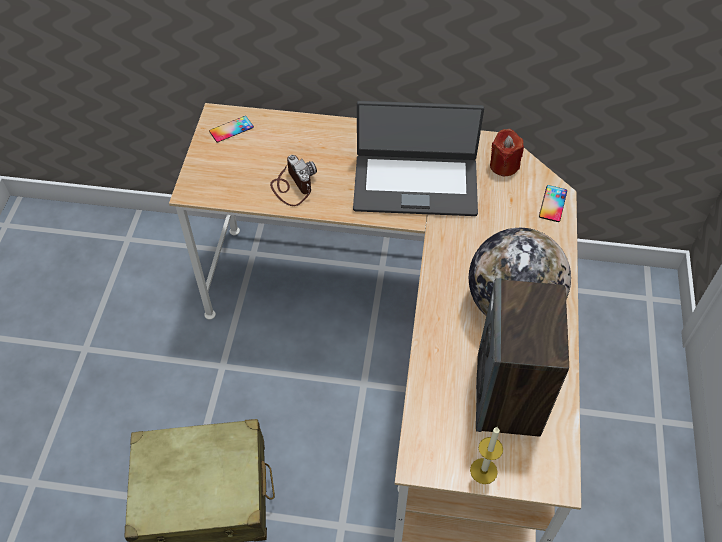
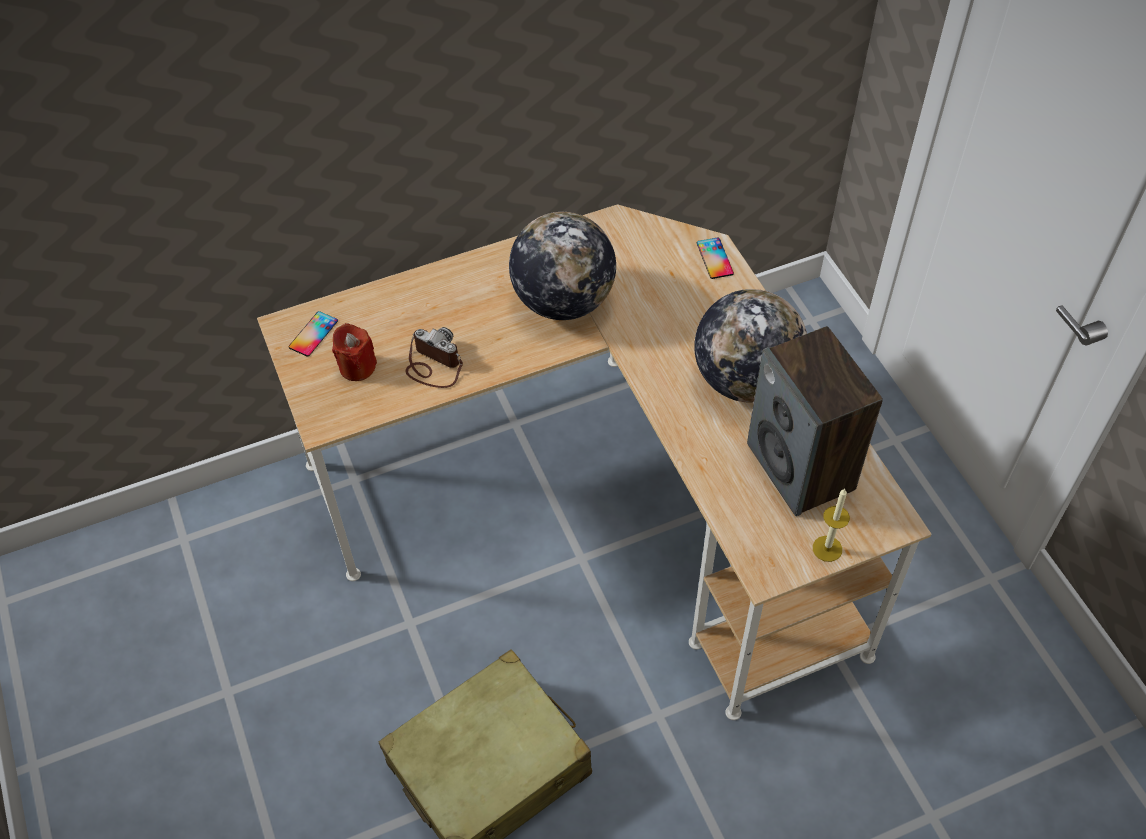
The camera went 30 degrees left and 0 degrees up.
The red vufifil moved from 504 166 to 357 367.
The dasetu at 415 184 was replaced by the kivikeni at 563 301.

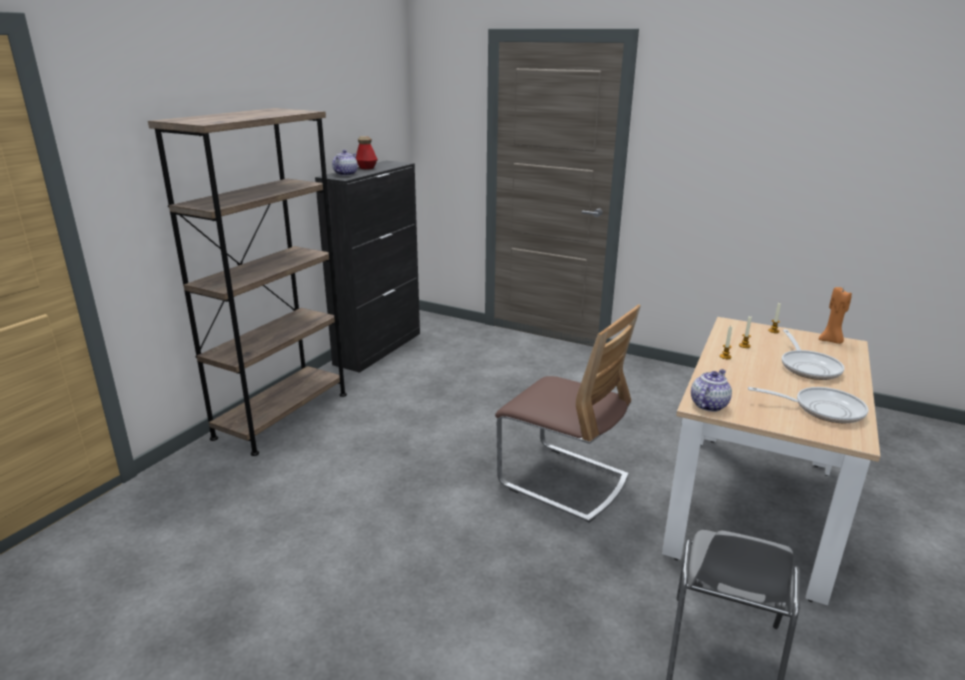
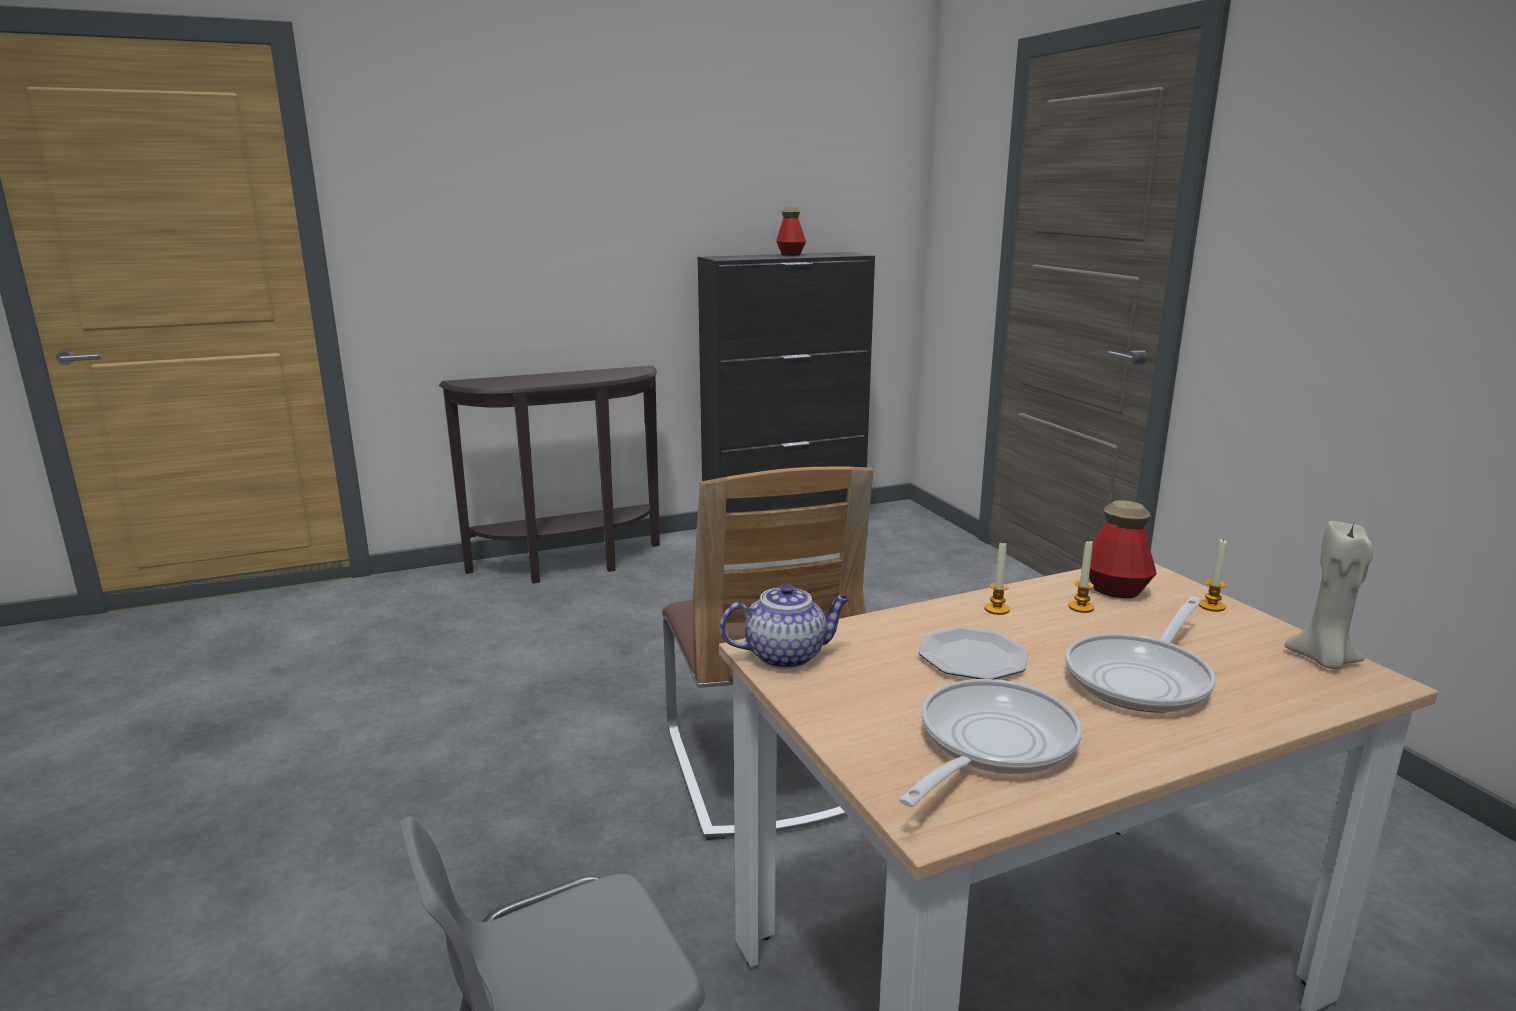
The camera went 40 degrees right and 5 degrees down.
The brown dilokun at 282 415 was replaced by the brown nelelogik at 570 566.
The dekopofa at 822 409 turned 105 degrees counterclockwise.
The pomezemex at 974 658 appeared.
The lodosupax at 1115 590 appeared.
The orange vufifil at 831 341 became the beige vufifil at 1323 660.
The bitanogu at 346 174 disappeared.

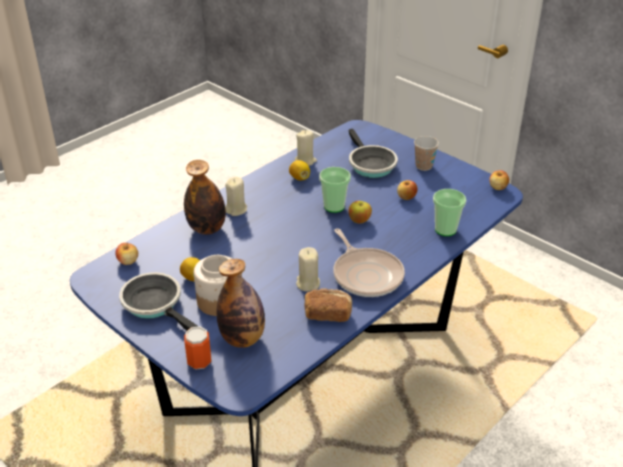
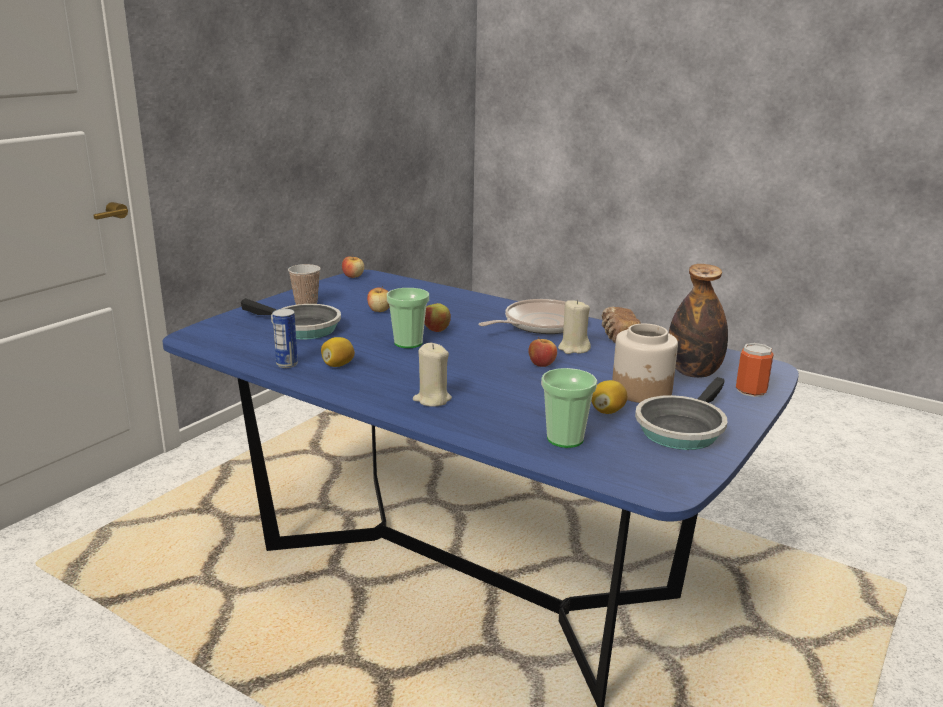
The camera went 100 degrees left and 15 degrees down.
The dekopofa at 370 164 turned 60 degrees clockwise.
The beige vufifil at 305 160 was replaced by the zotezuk at 287 364.
The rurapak moved from 128 261 to 541 364.
The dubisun moved from 445 229 to 565 439.
The lodosupax at 207 229 disappeared.

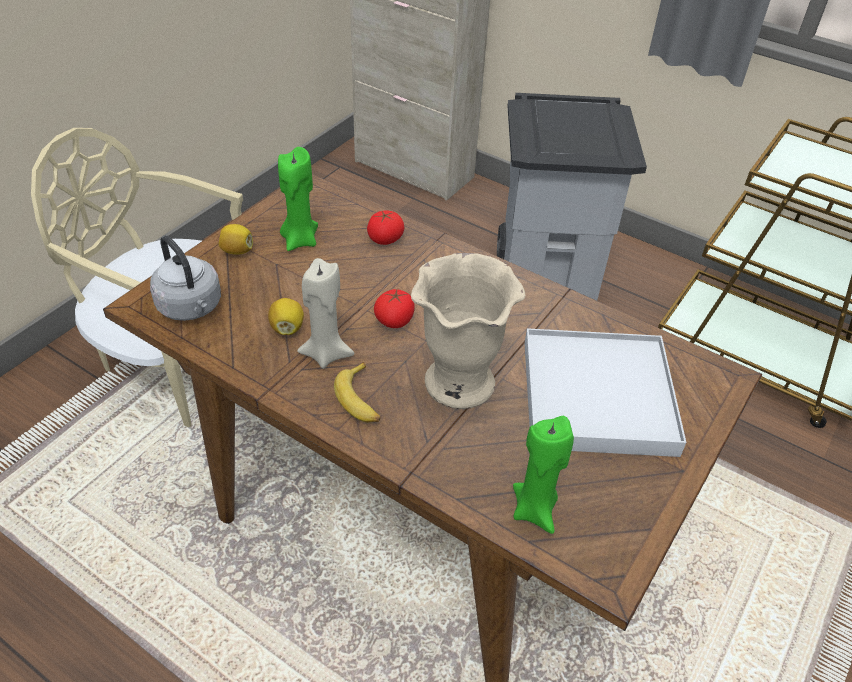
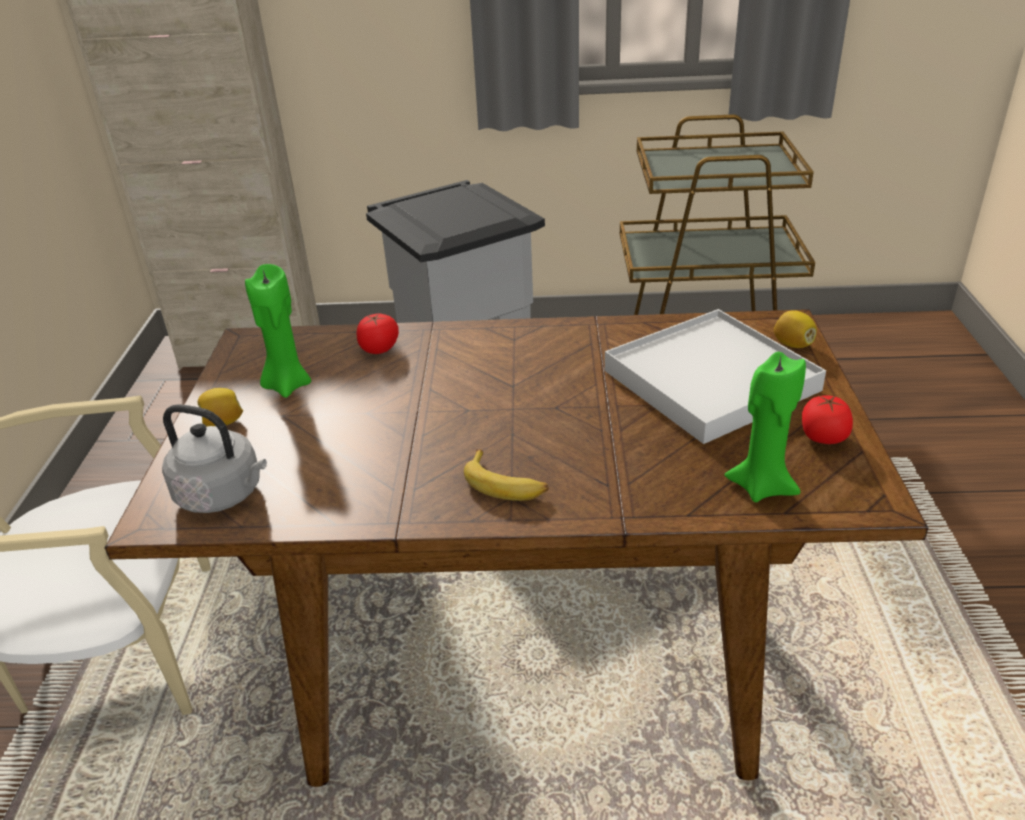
The camera went 30 degrees left and 10 degrees down.
The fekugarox moved from 287 328 to 792 344.
The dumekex moved from 394 320 to 823 437.
The beige vufifil at 326 353 disappeared.
The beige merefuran at 458 383 disappeared.

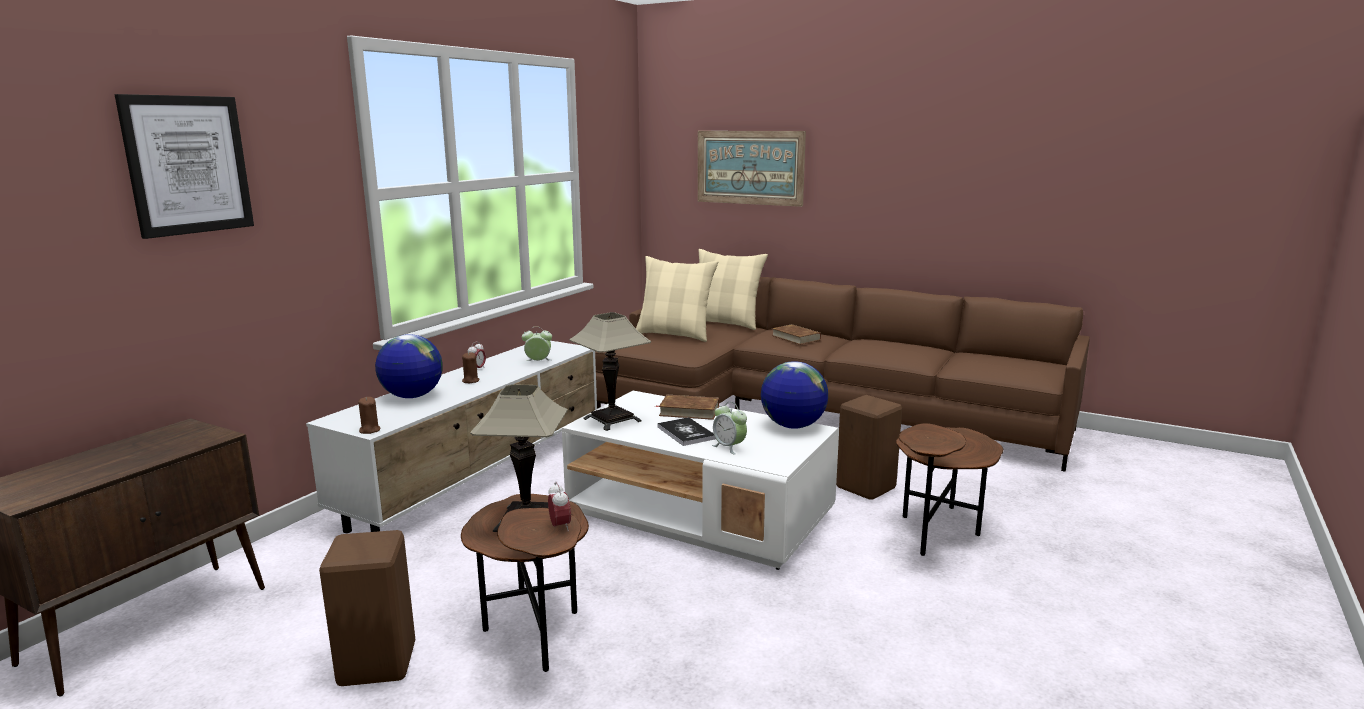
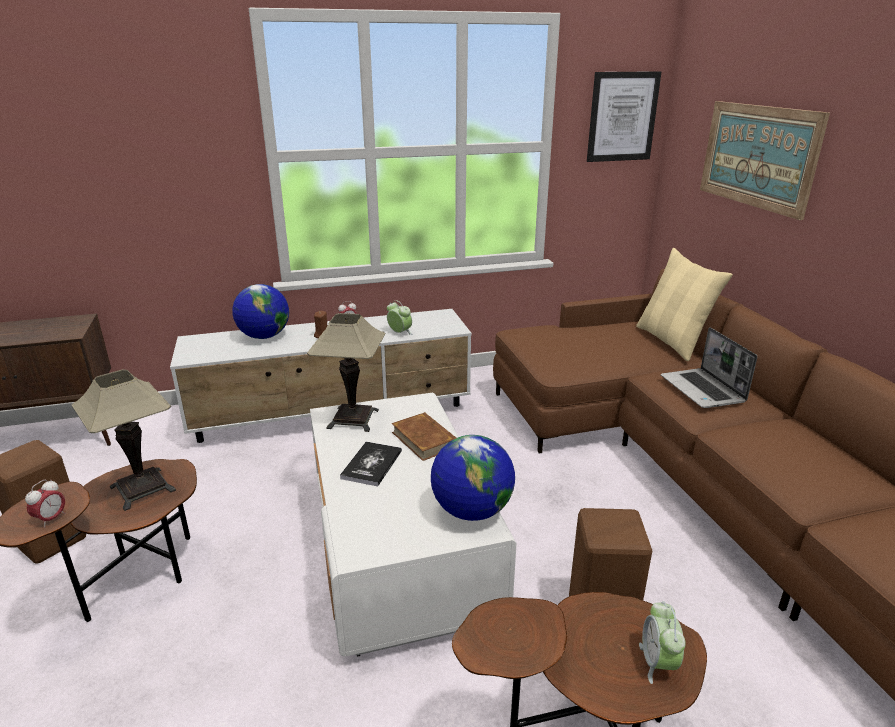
The camera went 45 degrees right and 10 degrees up.
The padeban moved from 188 165 to 622 117.
The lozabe moved from 729 447 to 657 663.
The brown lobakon at 795 337 was replaced by the dasetu at 703 390.
The brown vufifil at 369 430 disappeared.
The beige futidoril at 675 335 disappeared.

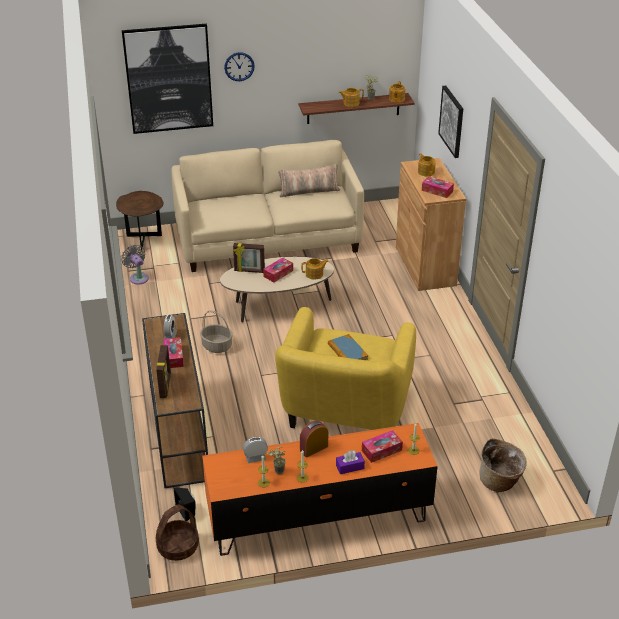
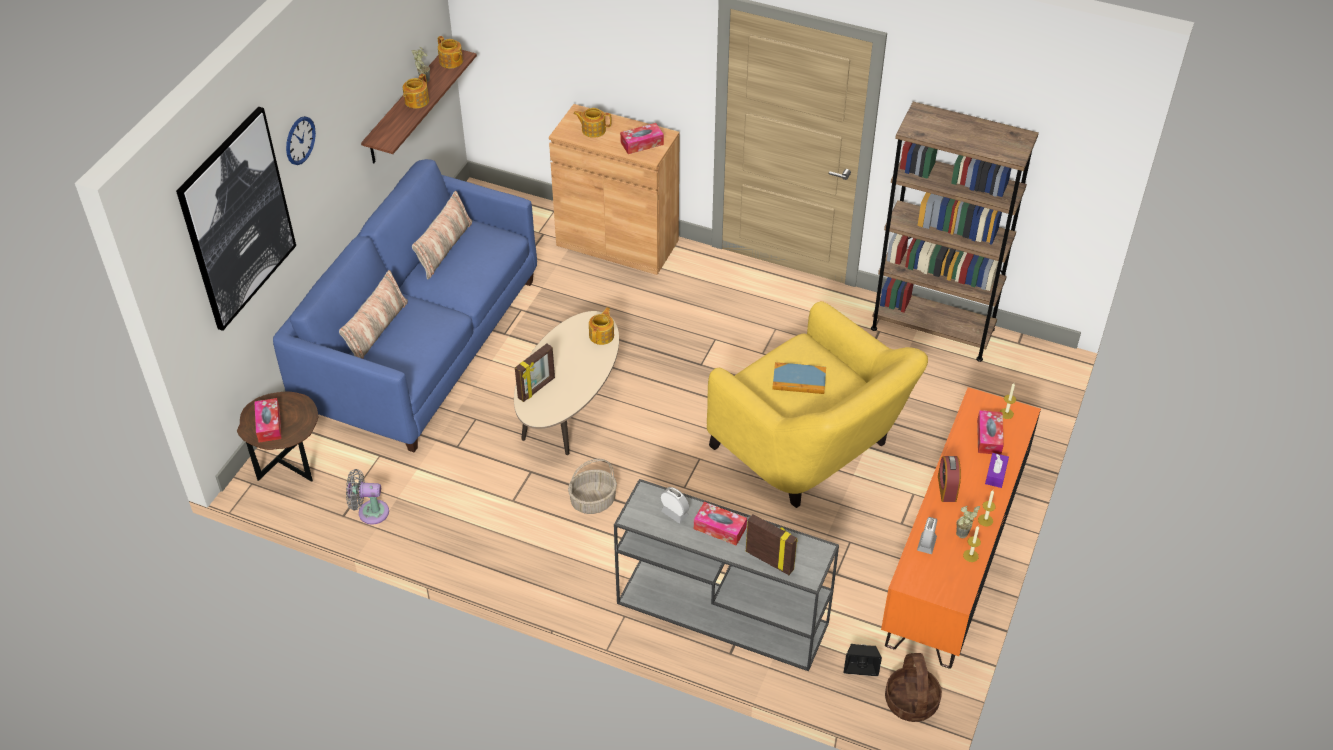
The camera went 55 degrees left and 10 degrees up.
The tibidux moved from 278 273 to 269 424.
The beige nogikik at 268 239 became the blue nogikik at 420 345.
The futidoril at 376 330 appeared.
The brown nelelogik at 178 431 became the grey nelelogik at 720 613.
The brown dilokun at 932 329 appeared.
The padeban at 452 121 disappeared.
The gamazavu at 500 481 disappeared.

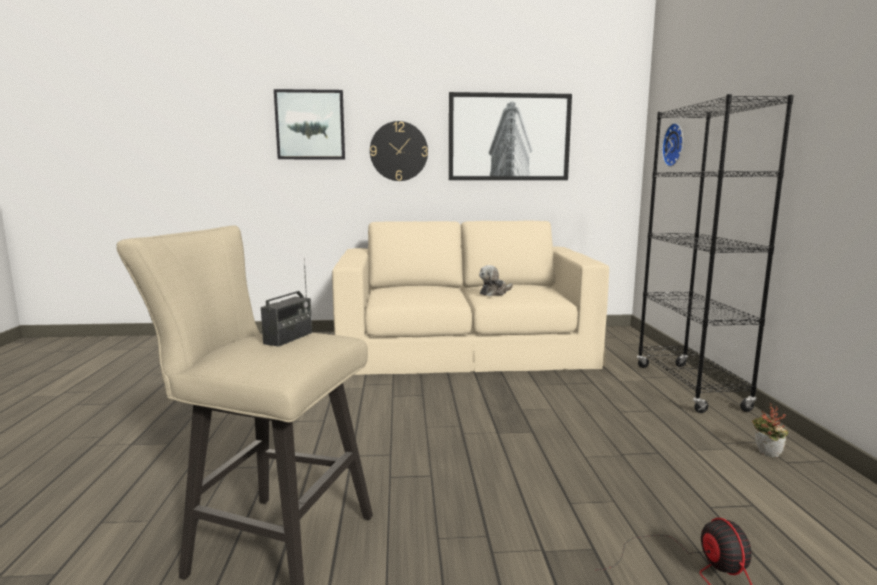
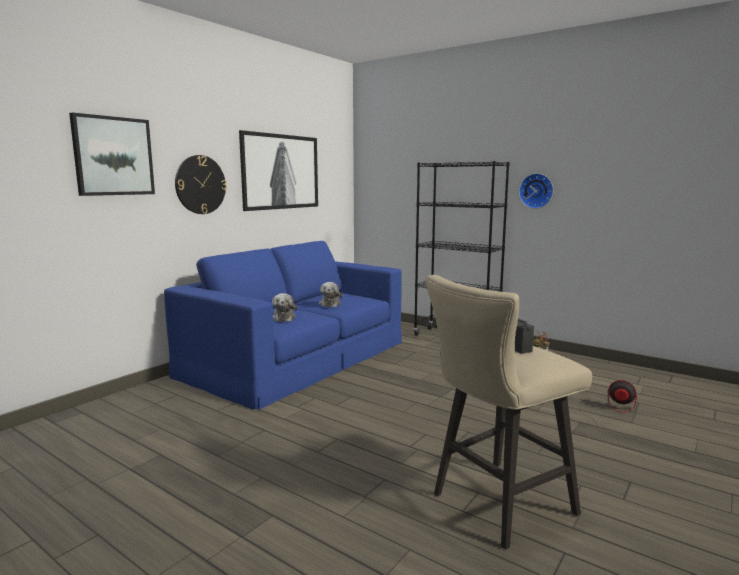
The camera went 50 degrees left and 0 degrees up.
The beige nogikik at 464 348 became the blue nogikik at 296 357.
The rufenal at 283 317 appeared.
The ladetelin moved from 675 145 to 536 191.

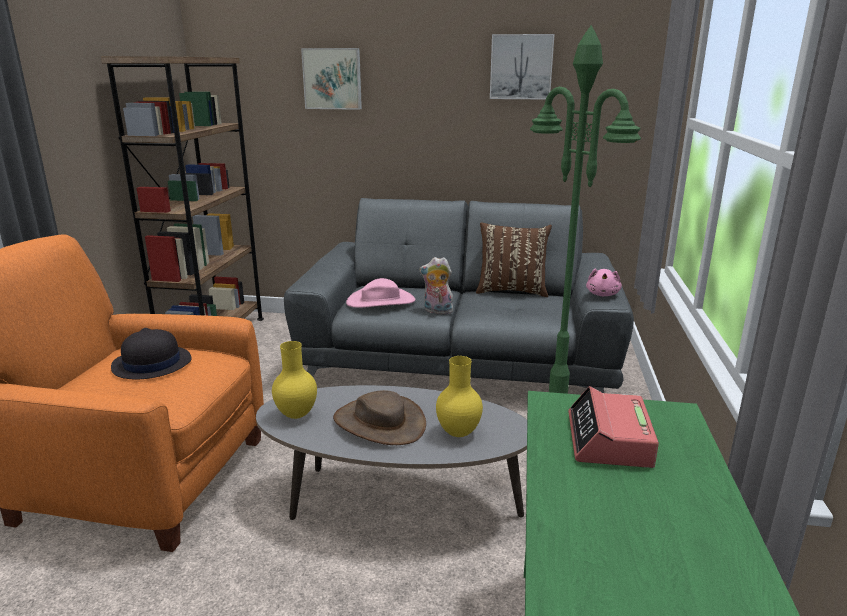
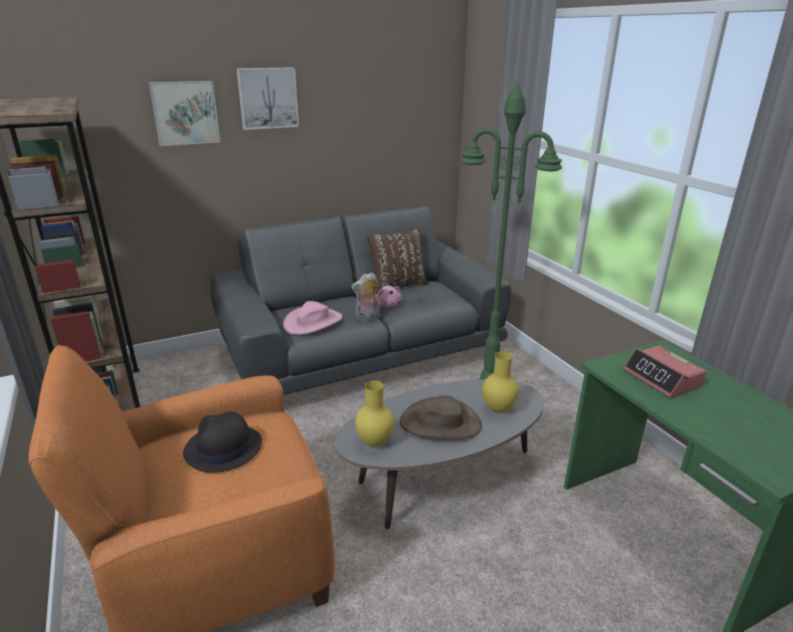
The camera went 35 degrees left and 5 degrees up.
The padeban moved from 521 67 to 268 98.
The pink rufenal moved from 602 294 to 387 305.

